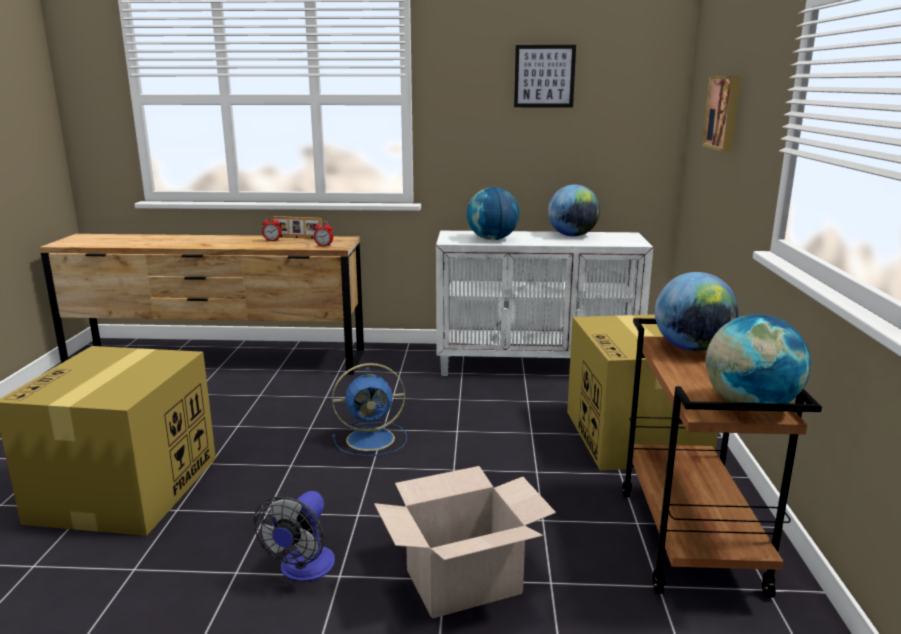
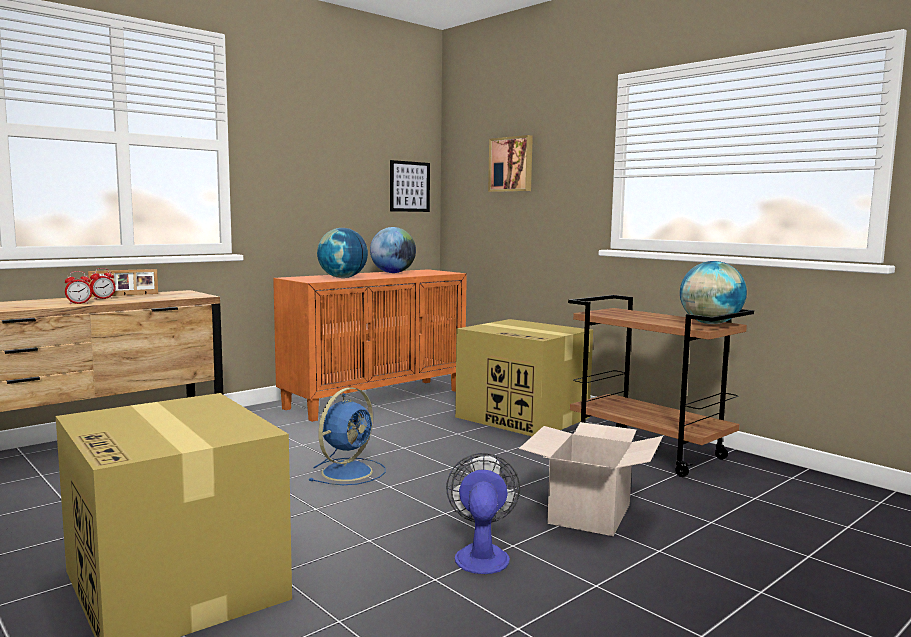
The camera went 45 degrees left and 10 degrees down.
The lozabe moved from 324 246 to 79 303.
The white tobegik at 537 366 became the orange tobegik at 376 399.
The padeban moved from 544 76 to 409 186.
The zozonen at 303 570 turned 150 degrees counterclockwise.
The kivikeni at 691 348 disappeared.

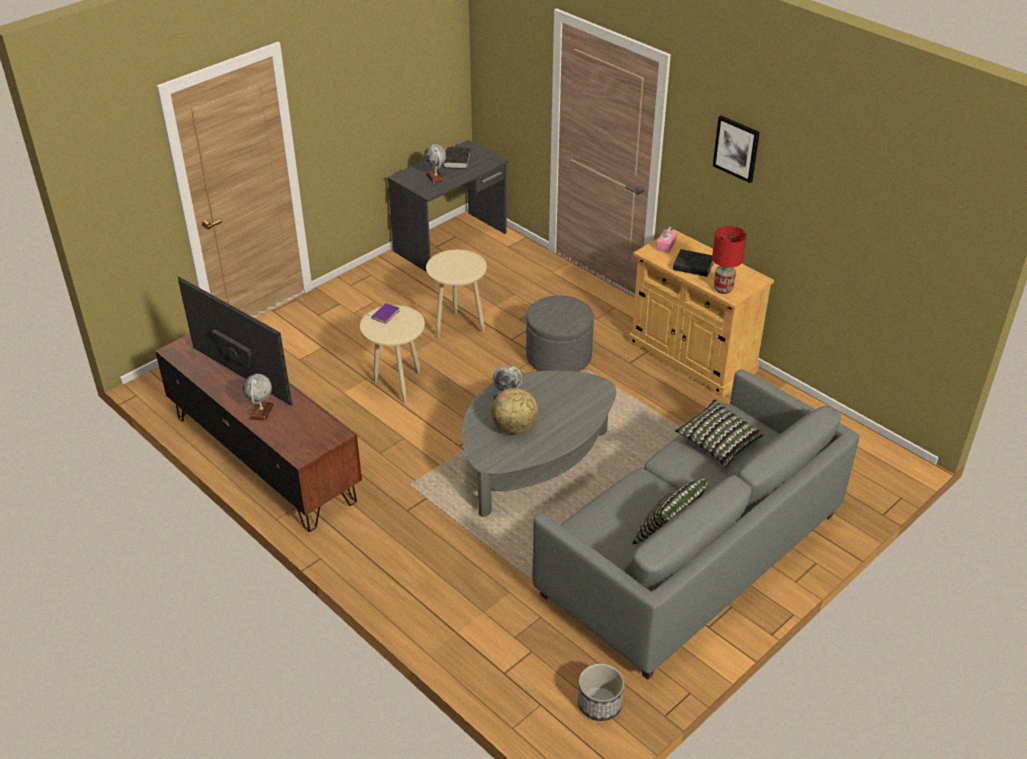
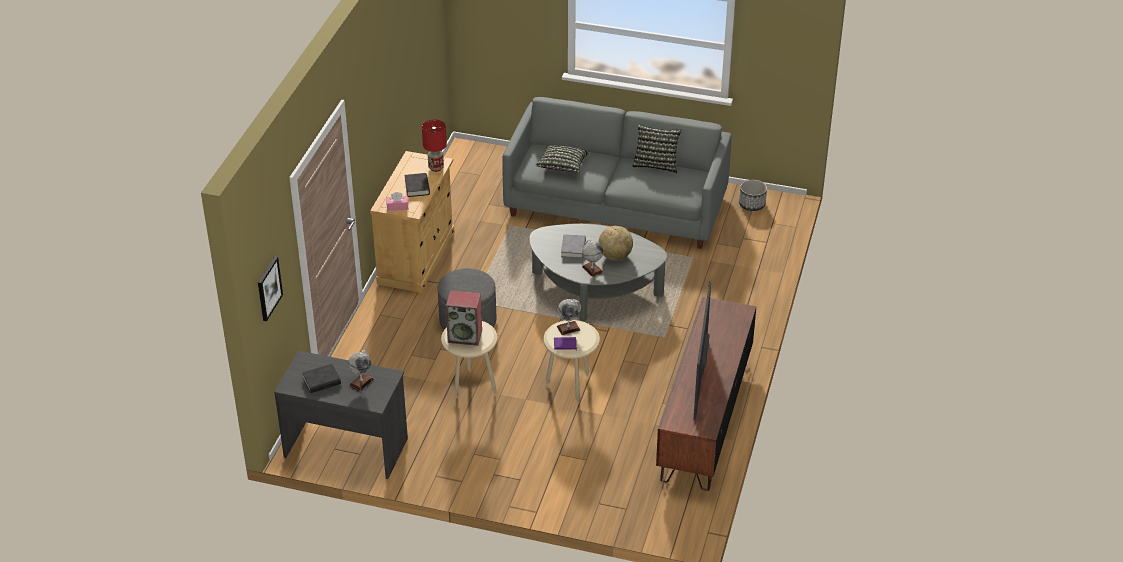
The camera went 120 degrees left and 0 degrees up.
The padeban moved from 736 148 to 268 288.
The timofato at 465 336 appeared.
The kivikeni moved from 261 411 to 568 328.
The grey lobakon at 573 249 appeared.

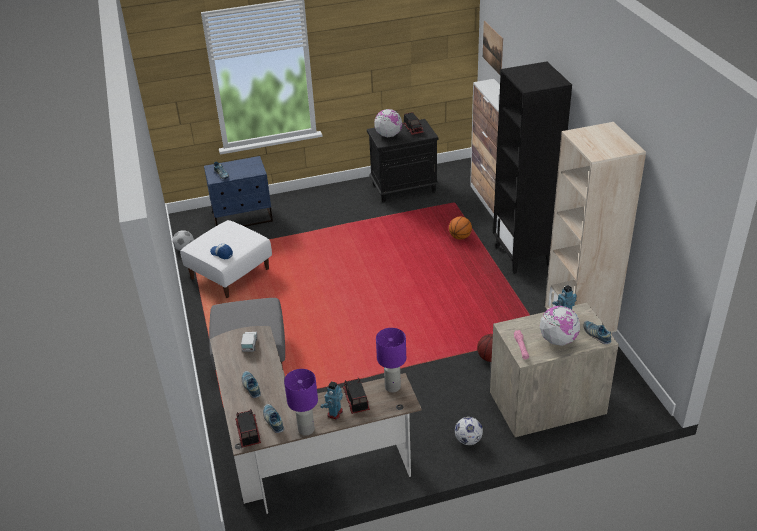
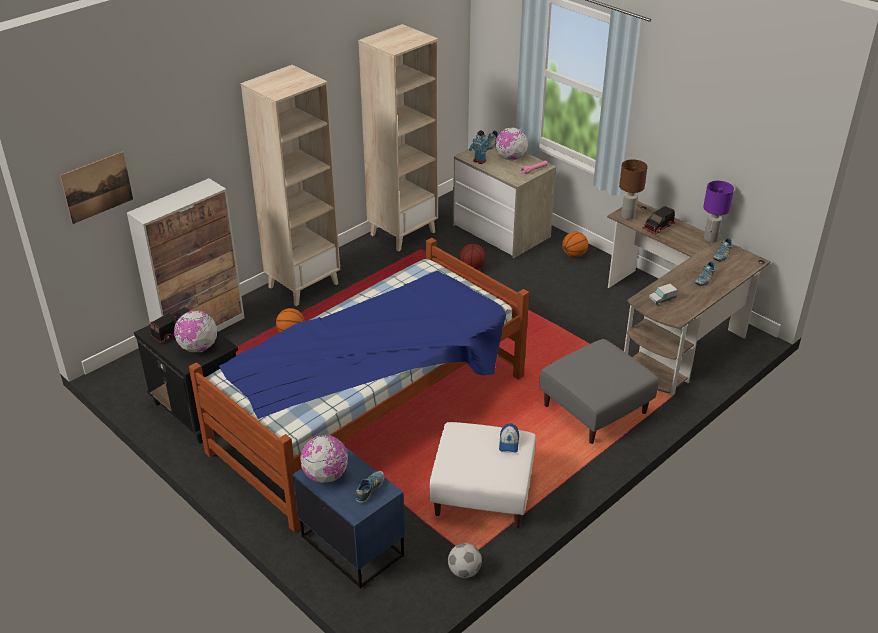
The camera went 120 degrees left and 0 degrees up.
The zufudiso at 372 414 appeared.
The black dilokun at 523 256 became the beige dilokun at 303 285.
The kivikeni at 326 475 appeared.
The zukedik at 468 440 was replaced by the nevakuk at 574 255.
The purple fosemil at 392 386 became the brown fosemil at 627 216.
The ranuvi at 247 432 disappeared.
The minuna at 334 413 disappeared.

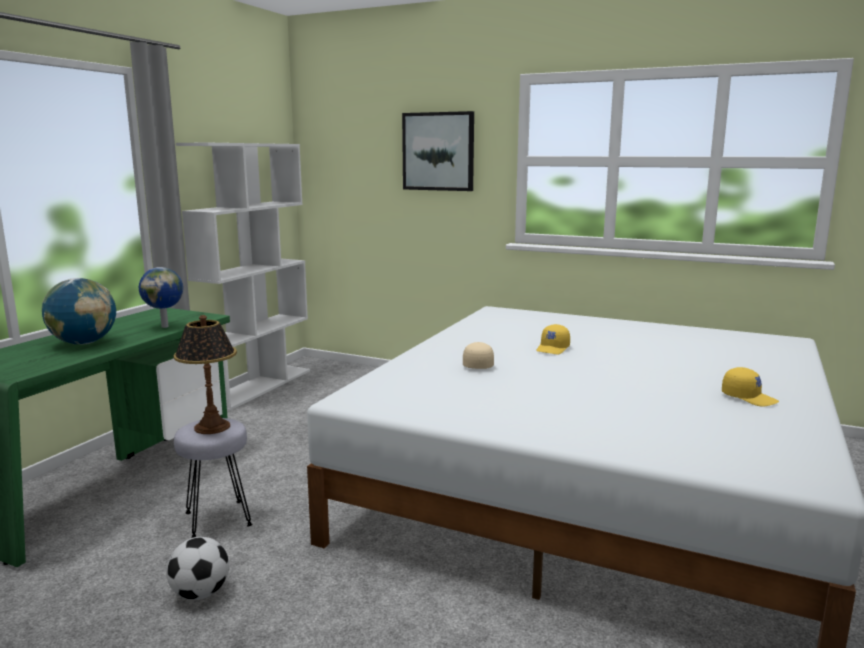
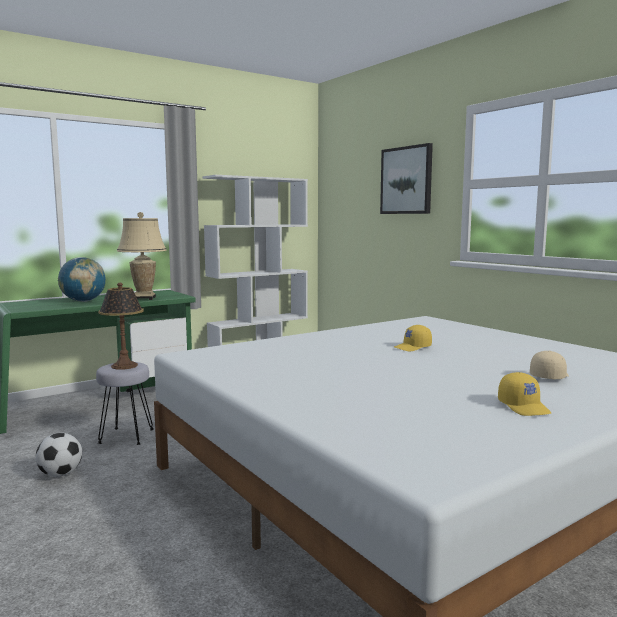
The camera went 30 degrees right and 5 degrees down.
The kivikeni at 165 326 was replaced by the beige fosemil at 144 298.
The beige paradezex moved from 478 365 to 548 376.

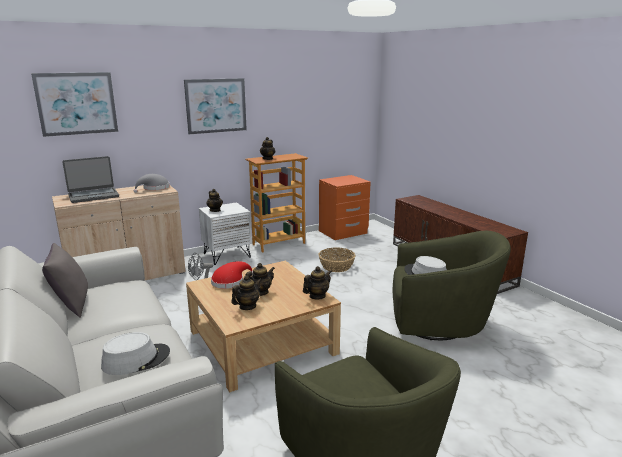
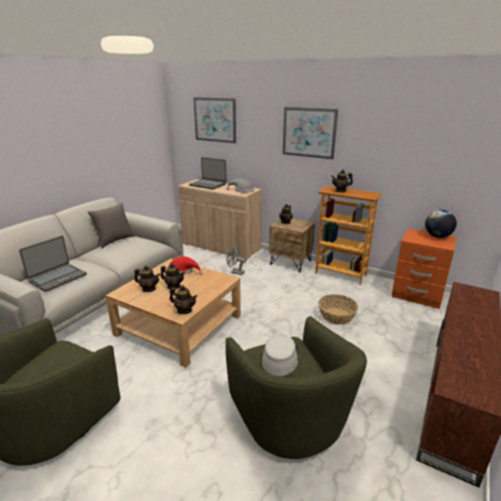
The camera went 60 degrees right and 5 degrees up.
The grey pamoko at 136 359 was replaced by the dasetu at 57 278.
The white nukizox at 227 255 became the brown nukizox at 291 263.
The kivikeni at 437 236 appeared.

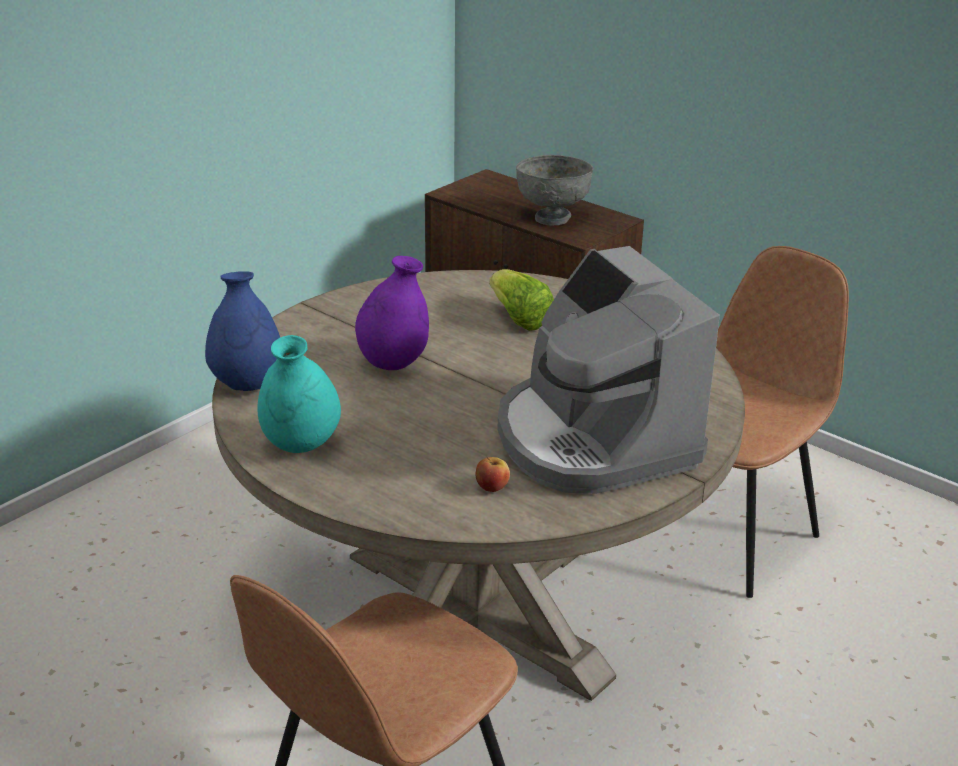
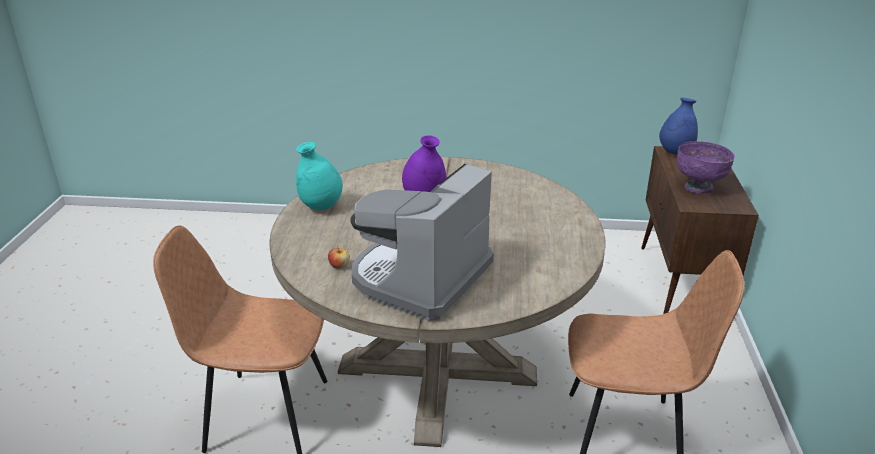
The camera went 55 degrees right and 0 degrees up.
The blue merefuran moved from 247 385 to 675 153.
The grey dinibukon at 552 218 became the purple dinibukon at 698 188.
The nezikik at 519 319 disappeared.

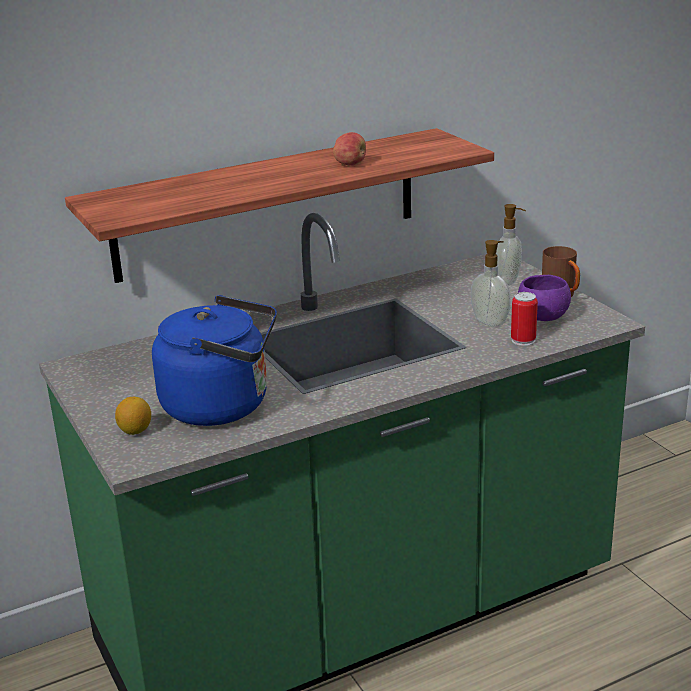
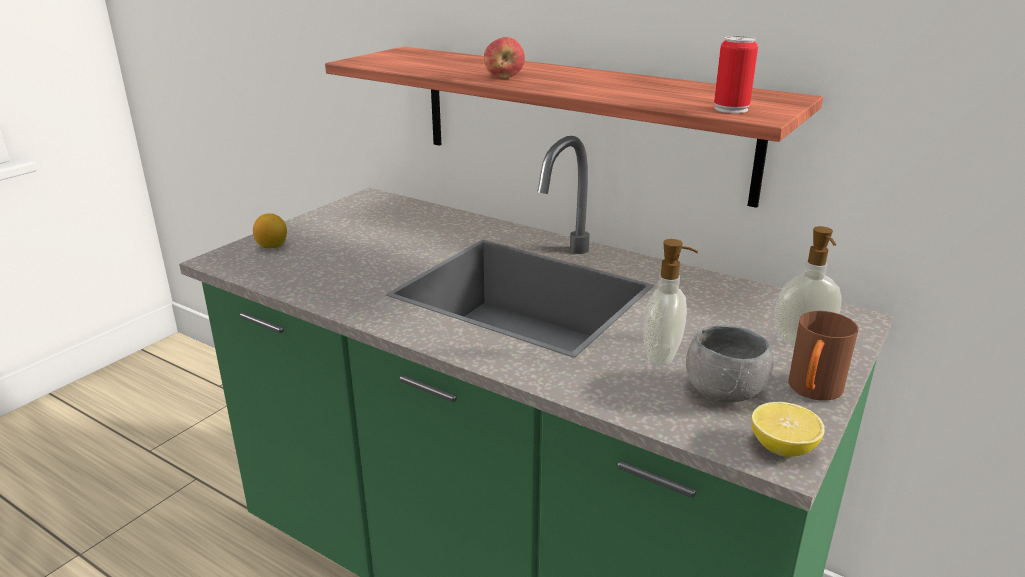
The camera went 60 degrees right and 0 degrees up.
The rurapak moved from 350 164 to 504 77.
The purple dinibukon at 543 317 became the grey dinibukon at 724 392.
The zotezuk moved from 523 340 to 731 109.
The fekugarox at 782 448 appeared.
The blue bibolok at 223 406 disappeared.

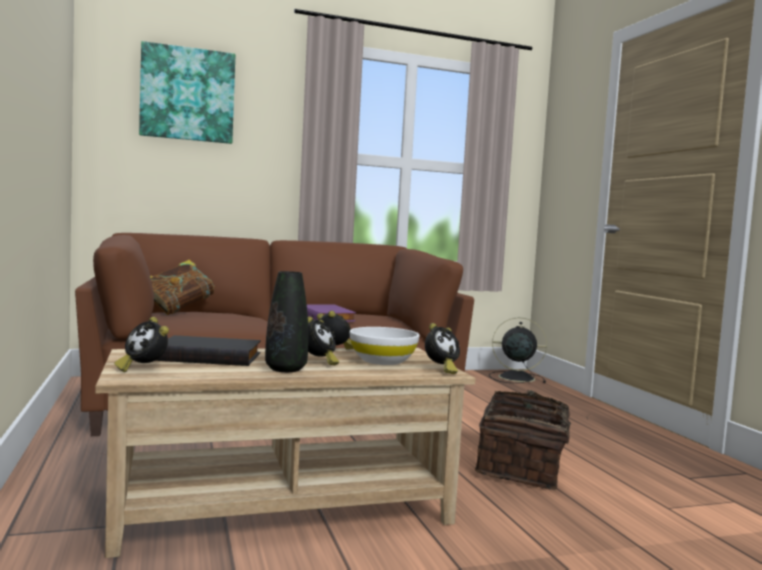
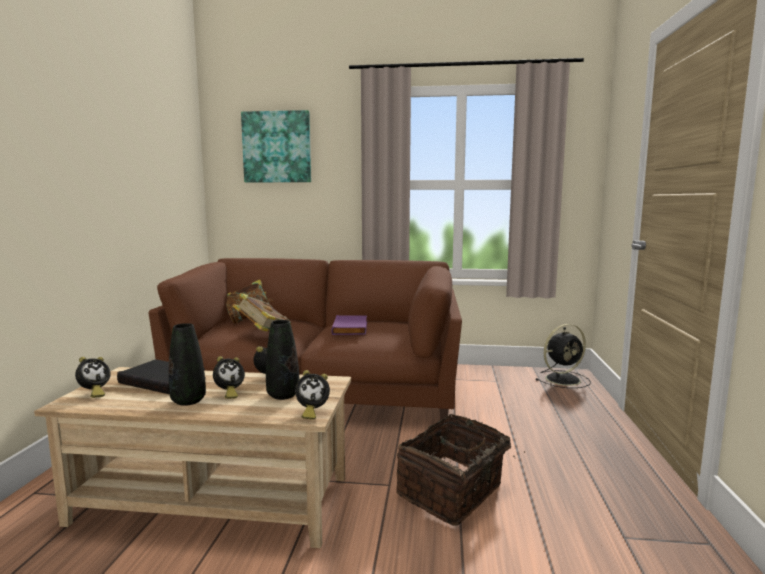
The camera went 25 degrees right and 5 degrees up.
The lozabe at 143 369 turned 120 degrees counterclockwise.
The lobakon at 263 334 appeared.
The white dinibukon at 382 361 was replaced by the black merefuran at 283 395.
The black zozonen at 514 377 turned 120 degrees clockwise.

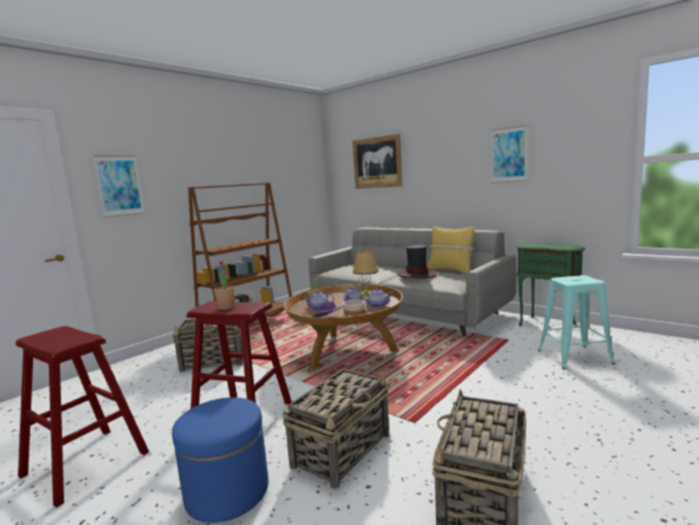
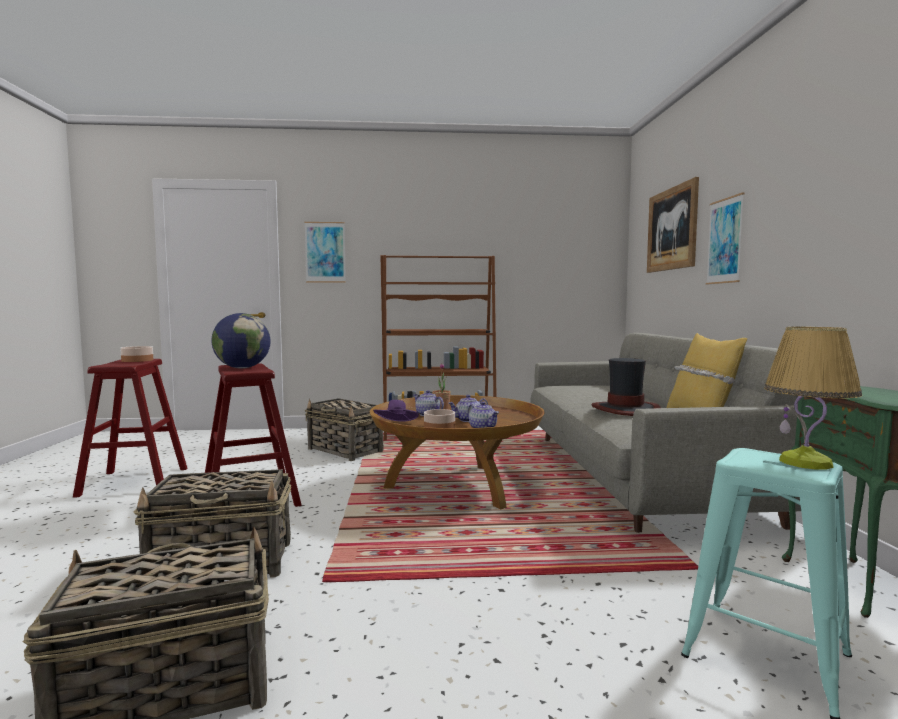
The camera went 45 degrees right and 5 degrees down.
The dinibukon at 137 360 appeared.
The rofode at 226 307 was replaced by the kivikeni at 242 368.
The padeban moved from 508 155 to 725 241.
The fosemil moved from 367 294 to 806 462.
The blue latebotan at 227 492 disappeared.

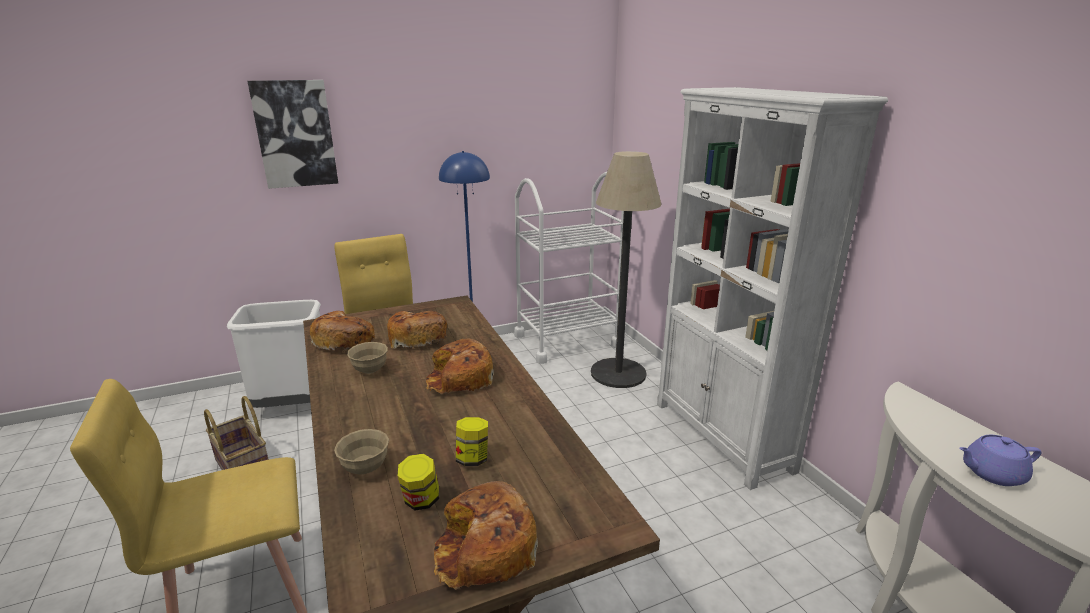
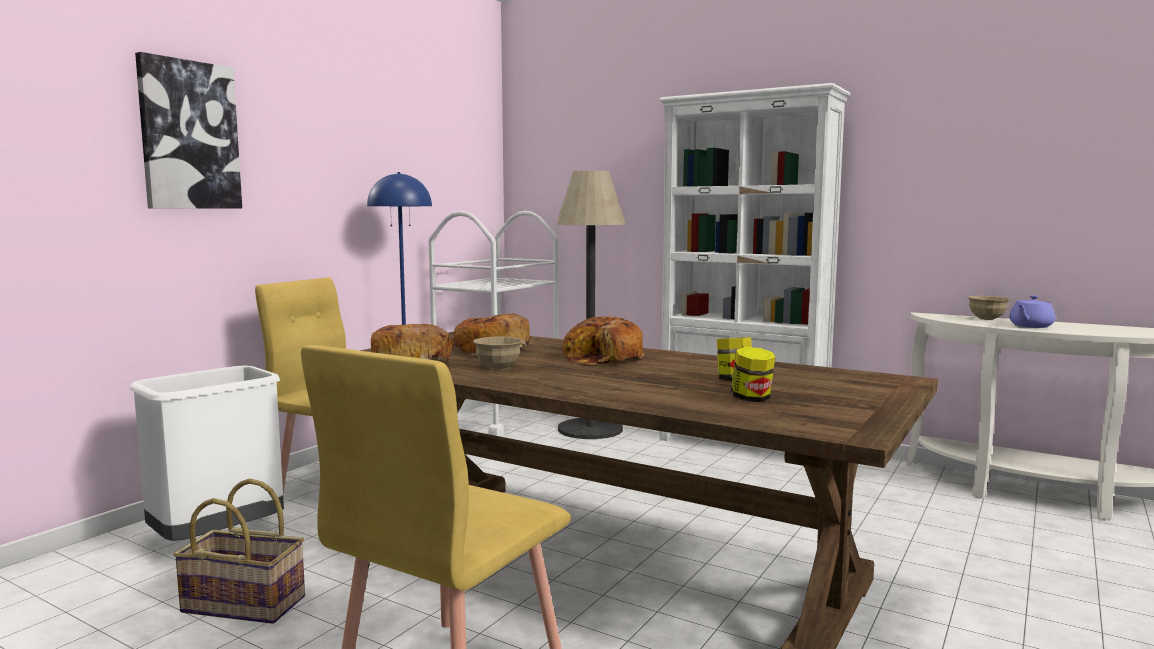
The camera went 35 degrees left and 15 degrees down.
The beige dinibukon moved from 365 468 to 986 319.
The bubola at 484 549 disappeared.

